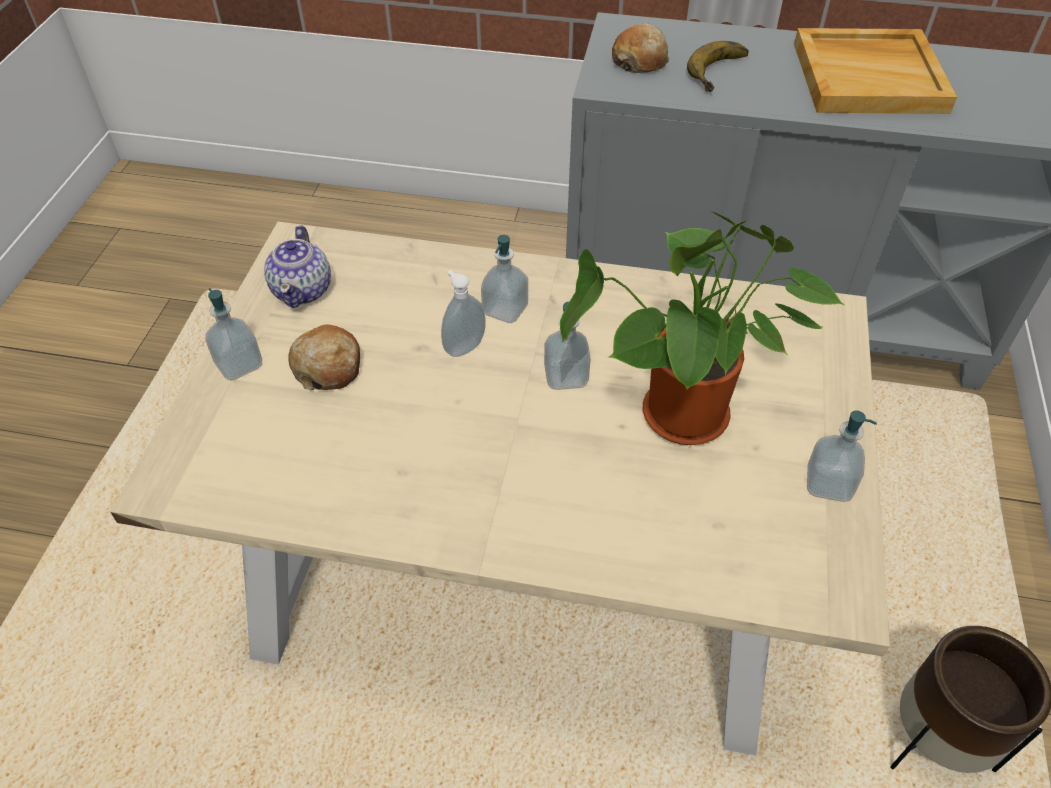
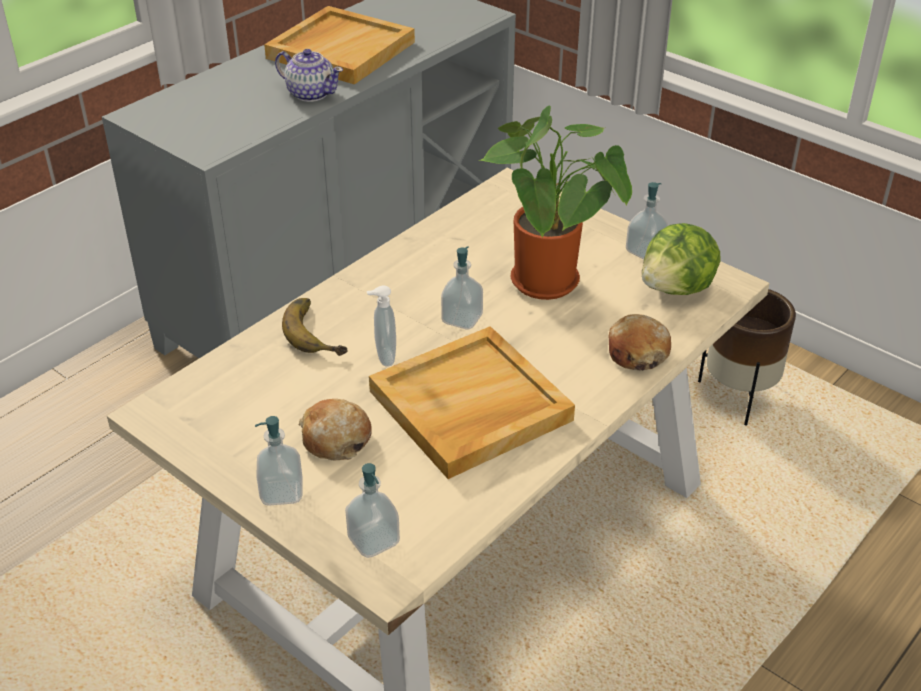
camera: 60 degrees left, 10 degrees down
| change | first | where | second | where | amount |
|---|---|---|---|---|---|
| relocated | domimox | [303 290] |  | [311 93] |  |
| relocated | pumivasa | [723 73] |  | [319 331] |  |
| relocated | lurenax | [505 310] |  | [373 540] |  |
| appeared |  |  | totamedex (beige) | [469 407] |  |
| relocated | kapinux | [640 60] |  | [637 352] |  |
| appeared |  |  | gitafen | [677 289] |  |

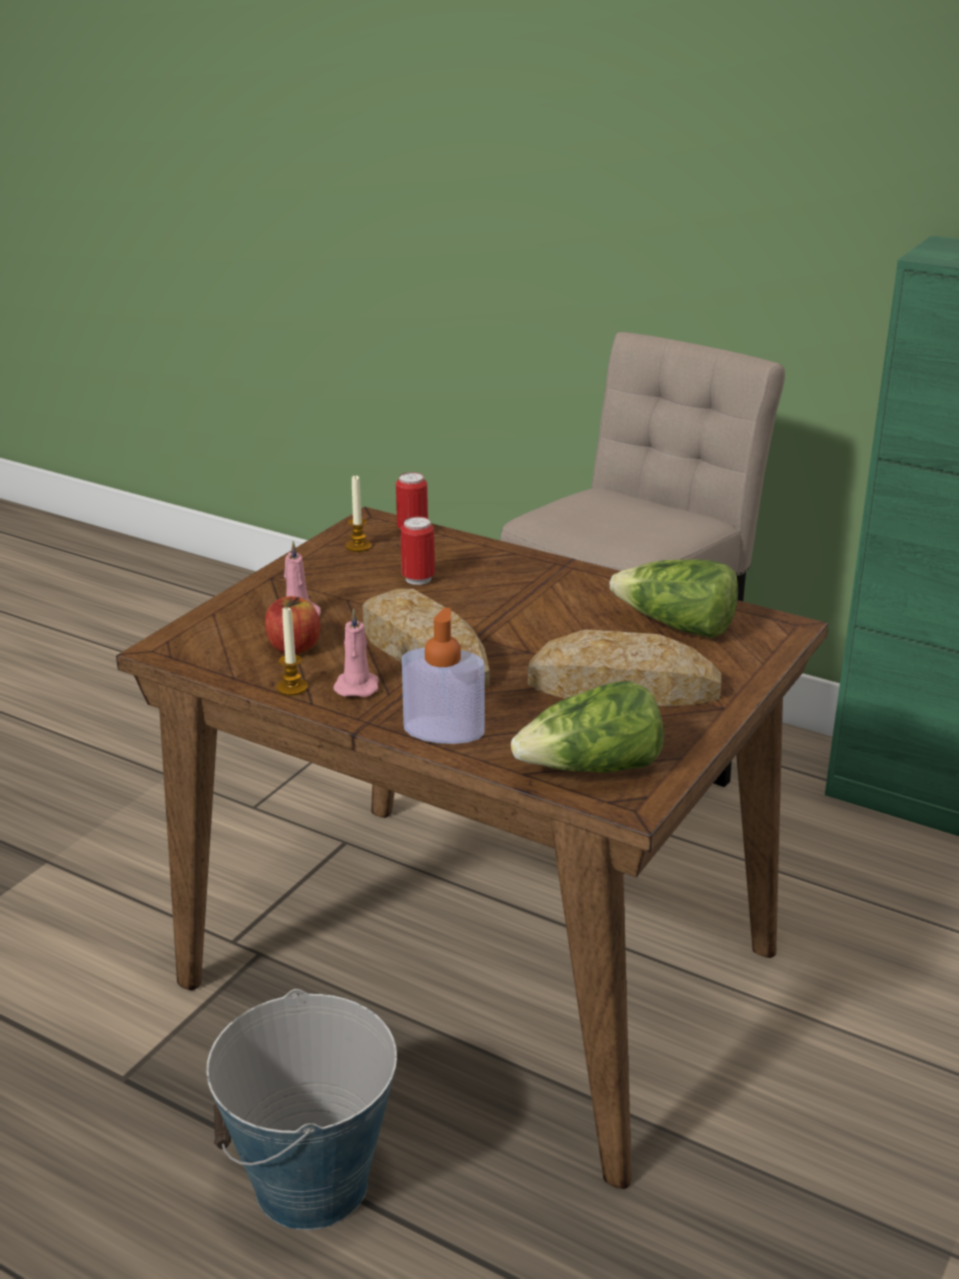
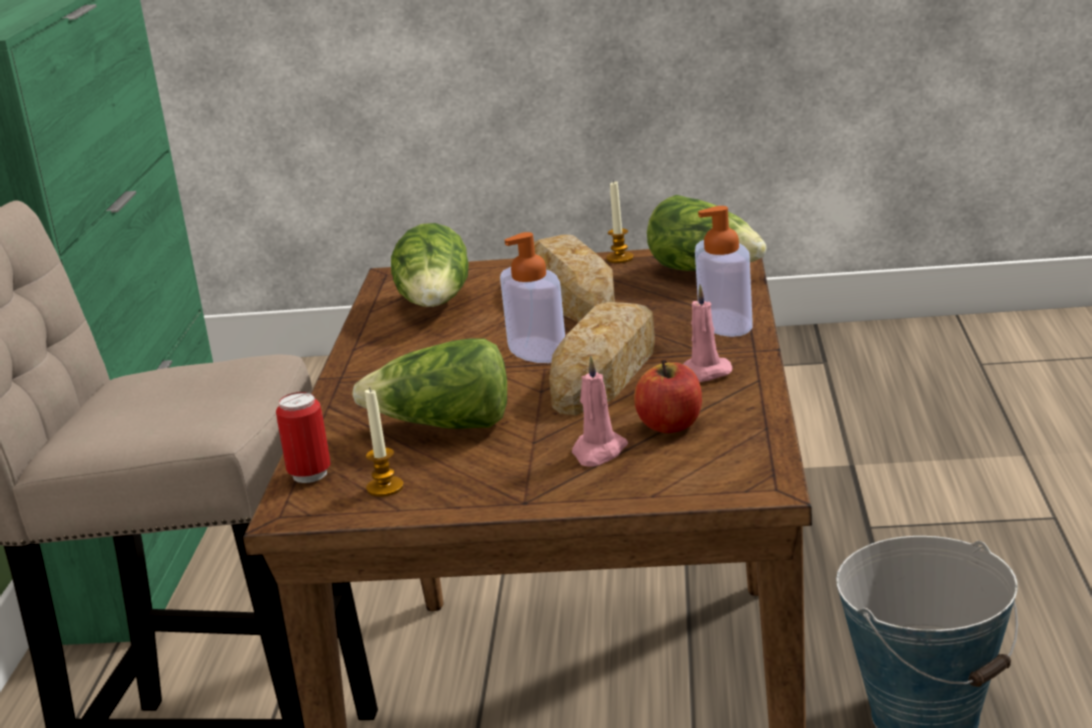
camera: 115 degrees left, 5 degrees down
| change | first | where | second | where | amount |
|---|---|---|---|---|---|
| exchanged | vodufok | [418 579] | gitafen | [444 426] |  |
| appeared |  |  | lurenax | [537 350] |  |
| relocated | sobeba | [292 688] |  | [620 258] |  |

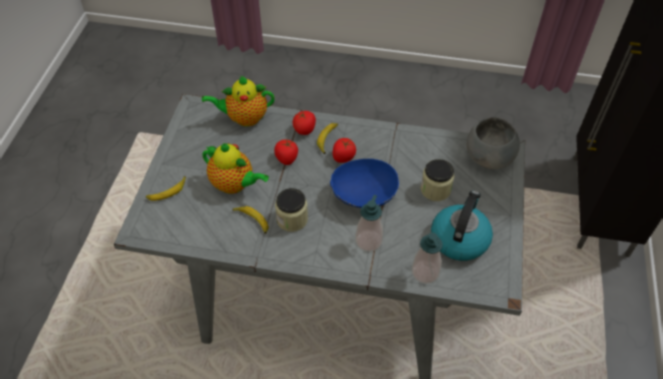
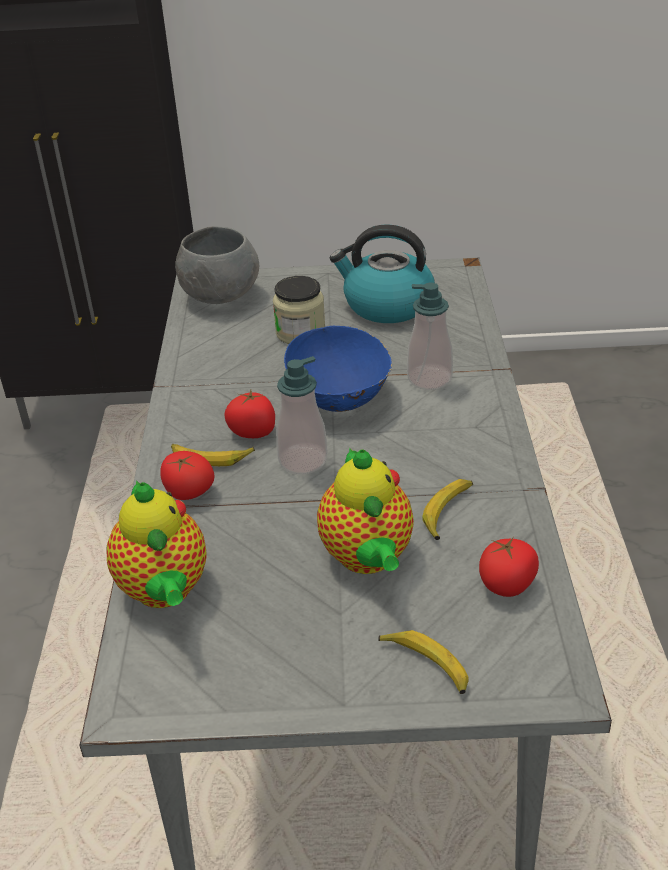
camera: 100 degrees left, 15 degrees down
| change | first | where | second | where | amount |
|---|---|---|---|---|---|
| relocated | lurenax | [425 272] |  | [303 460] |  |
| spun | domimox | [234 185] |  | [368 559] | 150 degrees clockwise |
| relocated | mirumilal | [286 158] |  | [507 584] |  |
| missing | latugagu | [292 219] |  |  |  |

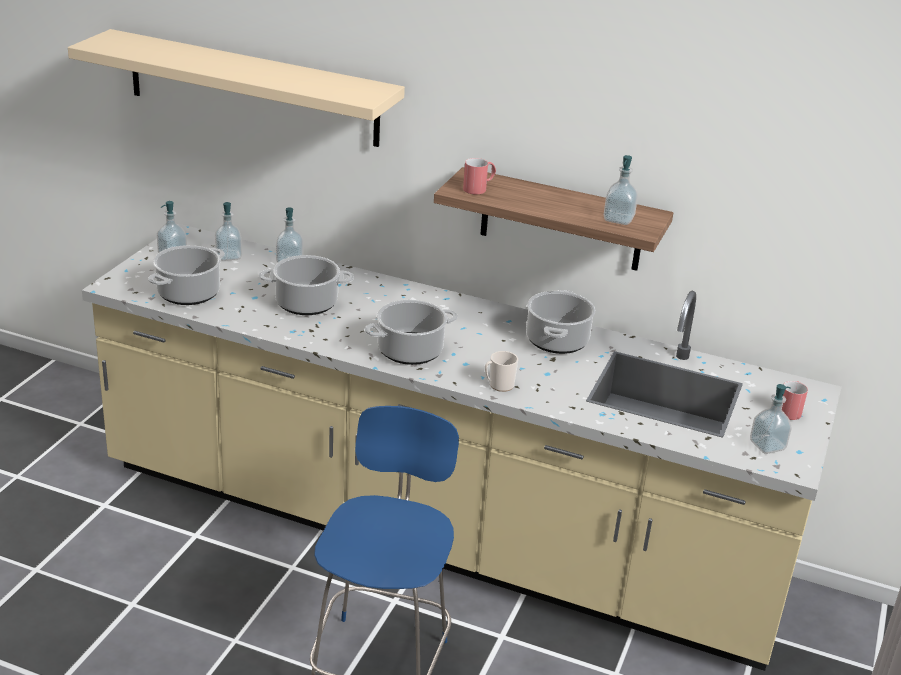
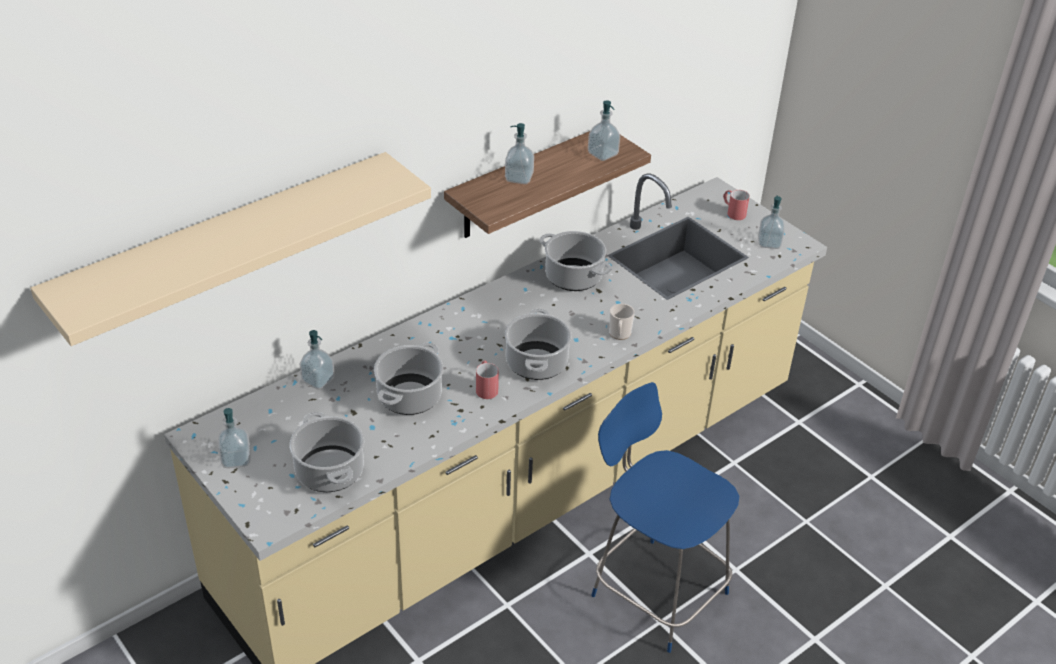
camera: 60 degrees left, 10 degrees up
| change | first | where | second | where | amount |
|---|---|---|---|---|---|
| relocated | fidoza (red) | [479 188] |  | [486 387] |  |
| relocated | lurenax | [228 256] |  | [519 178] |  |

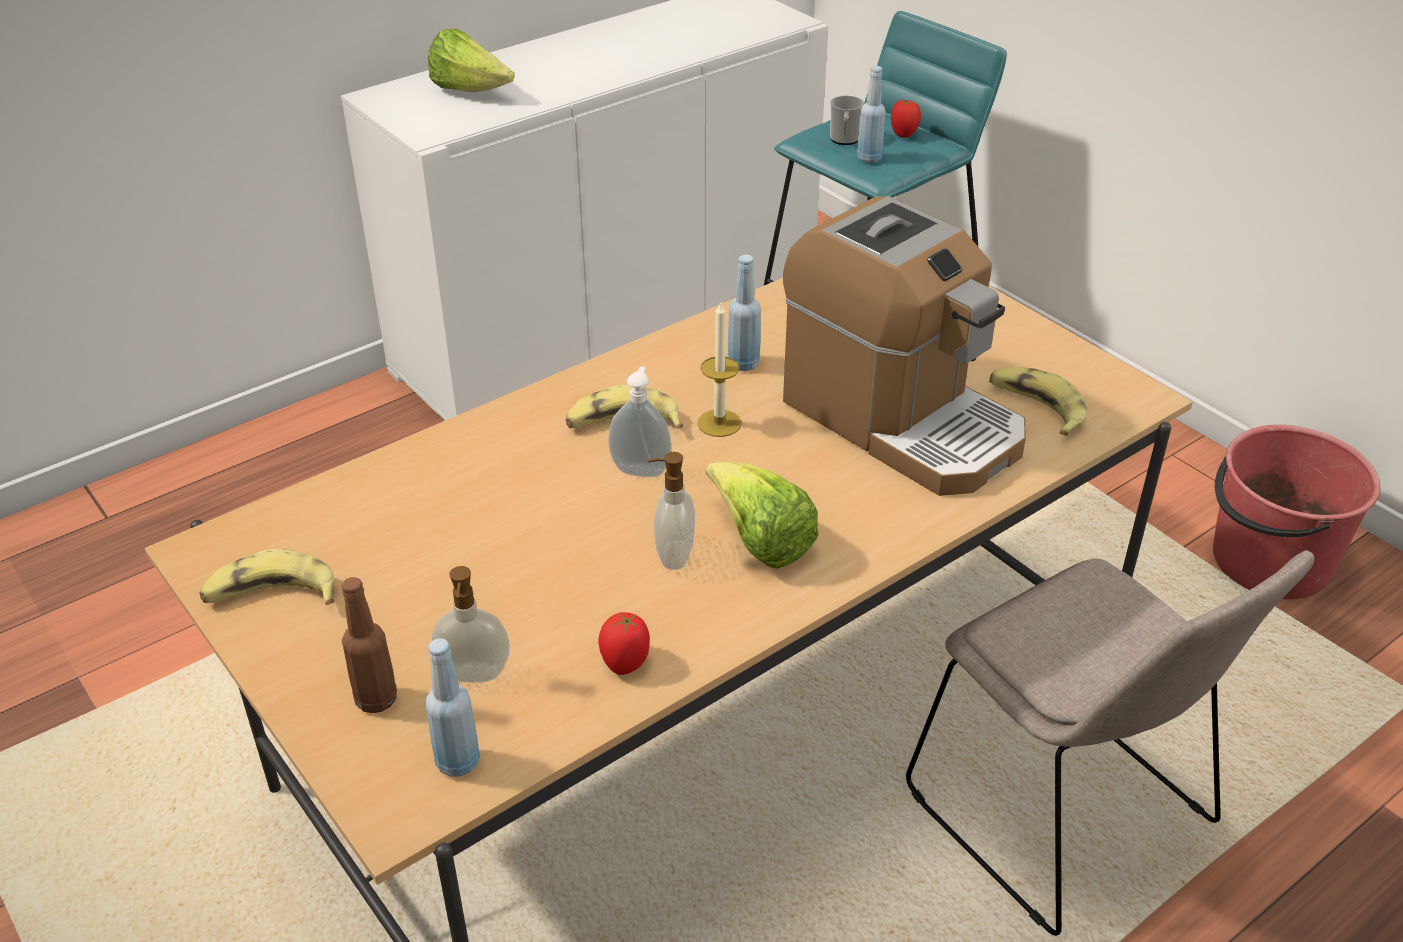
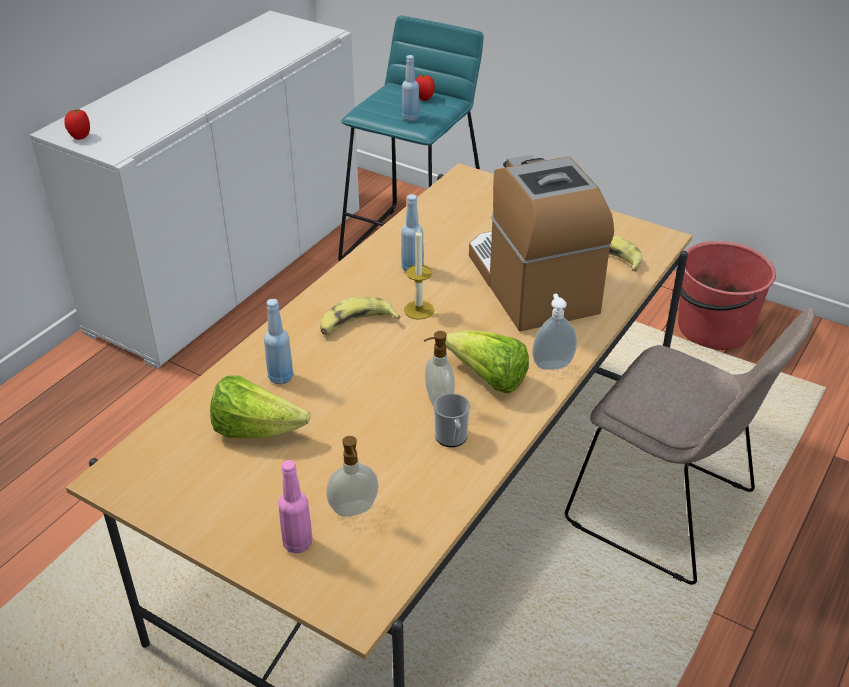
camera: 20 degrees left, 0 degrees up
| change | first | where | second | where | amount |
|---|---|---|---|---|---|
| relocated | mirumilal | [625 663] |  | [80 136] |  |
| relocated | gitafen | [470 91] |  | [256 430] |  |
| relocated | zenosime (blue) | [457 762] |  | [280 377] |  |
| colour | zenosime (brown) | [376 699] | zenosime (pink) | [297 543] |  |
| relocated | fidoza | [844 140] |  | [452 439] |  |
| spun | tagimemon | [901 420] |  | [531 283] | 135 degrees counterclockwise |
| relocated | lurenax | [641 469] |  | [552 364] |  |
| missing | pumivasa | [271 595] |  |  |  |

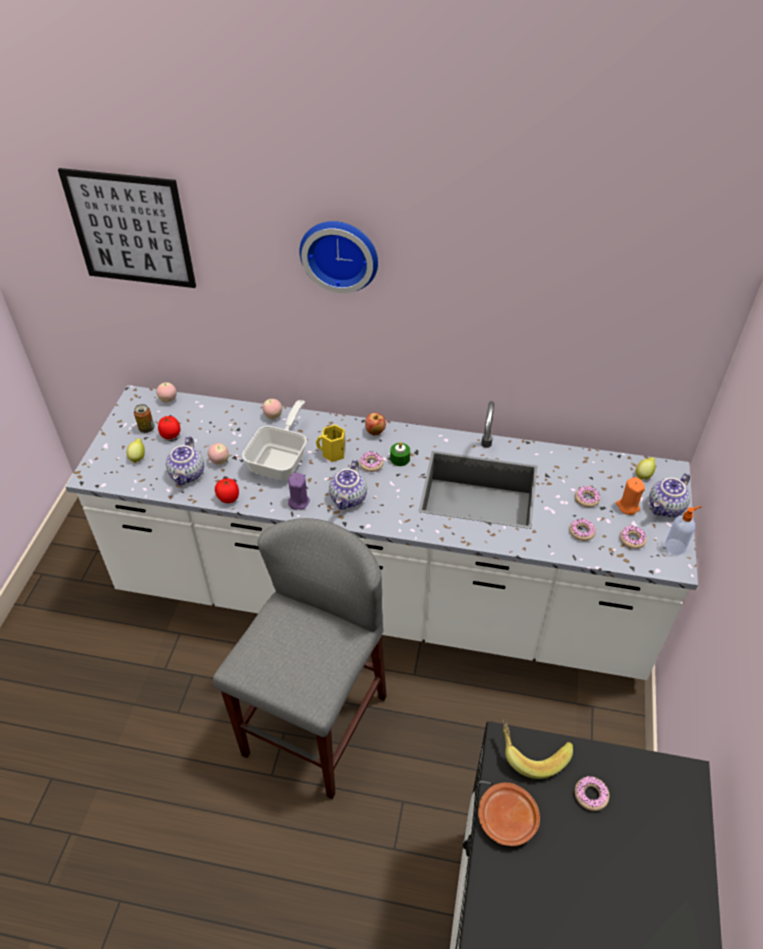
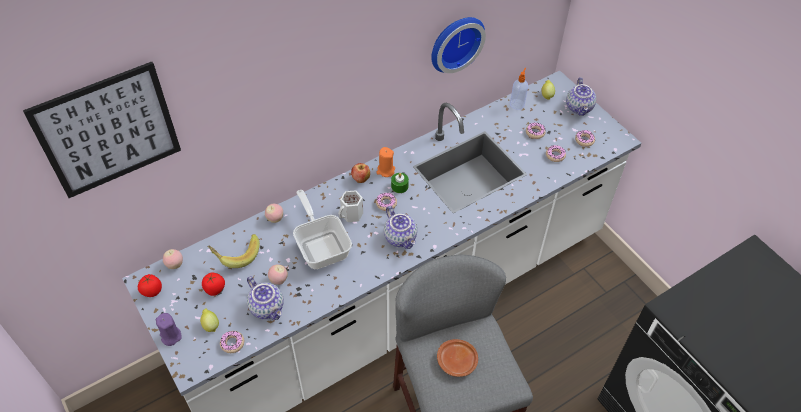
camera: 45 degrees left, 5 degrees up
| change | first | where | second | where | amount |
|---|---|---|---|---|---|
| relocated | mirumilal | [228 498] |  | [152 292] |  |
| relocated | sobeba (purple) | [298 501] |  | [171 336] |  |
| relocated | pumivasa | [532 752] |  | [236 254] |  |
| relocated | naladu | [591 795] |  | [232 343] |  |
| colour | fidoza (yellow) | [333 453] | fidoza (white) | [351 215] |  |
| relocated | sobeba (orange) | [627 506] |  | [385 170] |  |
| relocated | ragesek | [340 253] |  | [454 42] |  |
| relocated | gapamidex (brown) | [507 819] |  | [457 361] |  |
| relocated | lurenax | [675 546] |  | [517 104] |  |
| missing | vodufok | [146 428] |  |  |  |

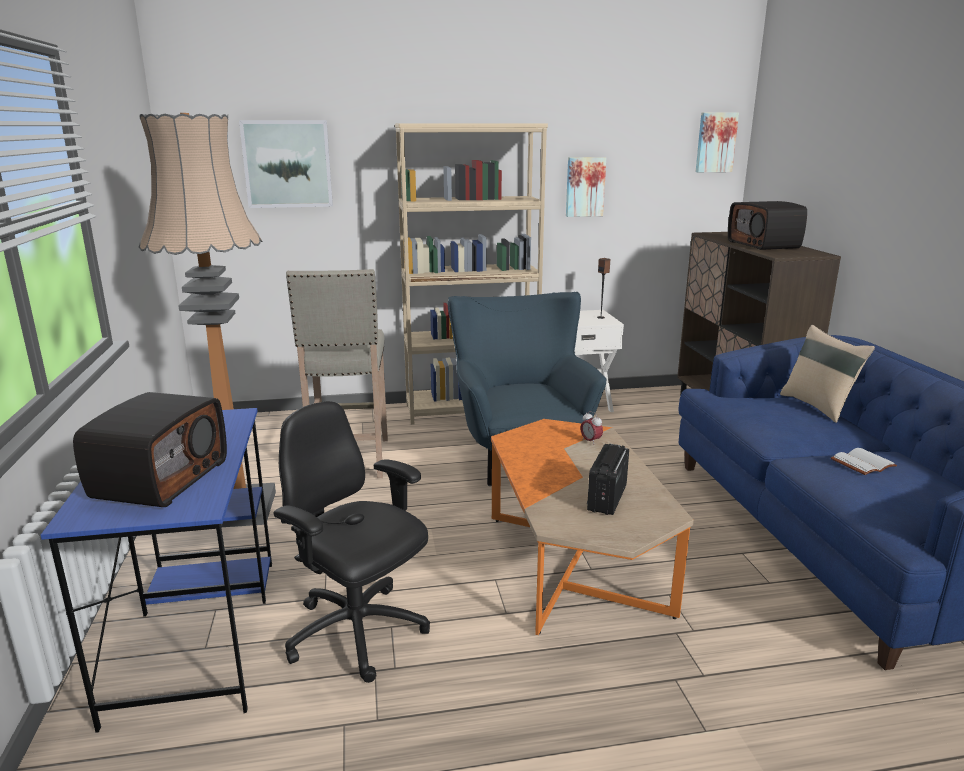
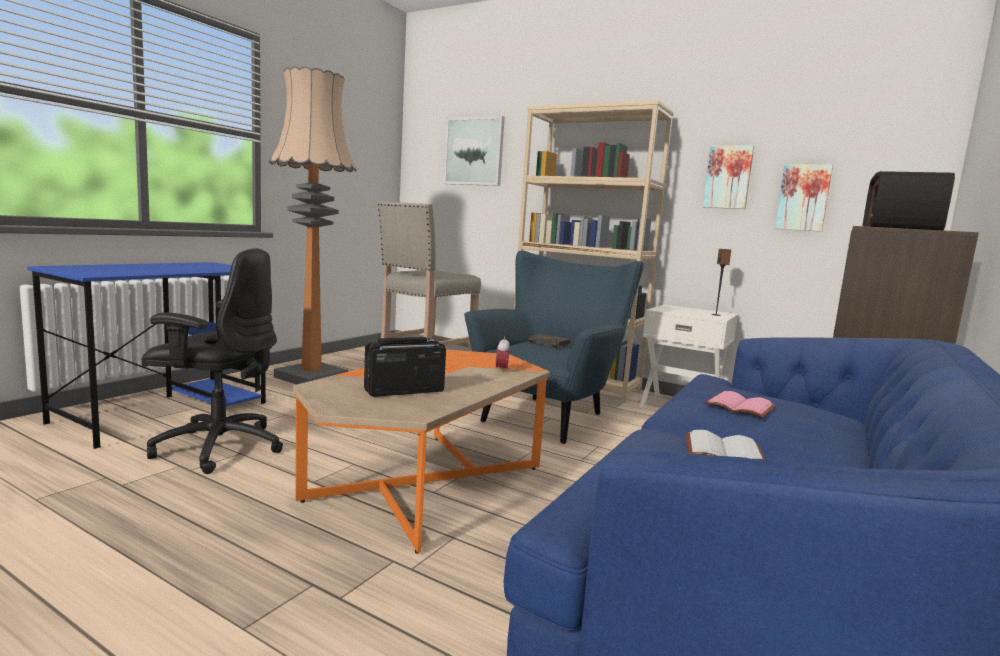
camera: 40 degrees right, 10 degrees down
| change | first | where | second | where | amount |
|---|---|---|---|---|---|
| spun | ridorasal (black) | [358 634] |  | [218 447] | 105 degrees clockwise |
| appeared |  |  | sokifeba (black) | [551 344] |  |
| appeared |  |  | sokifeba (pink) | [741 407] |  |
| relocated | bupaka | [715 142] |  | [803 197] |  |
| missing | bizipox | [160 479] |  |  |  |
| missing | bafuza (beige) | [818 406] |  |  |  |

